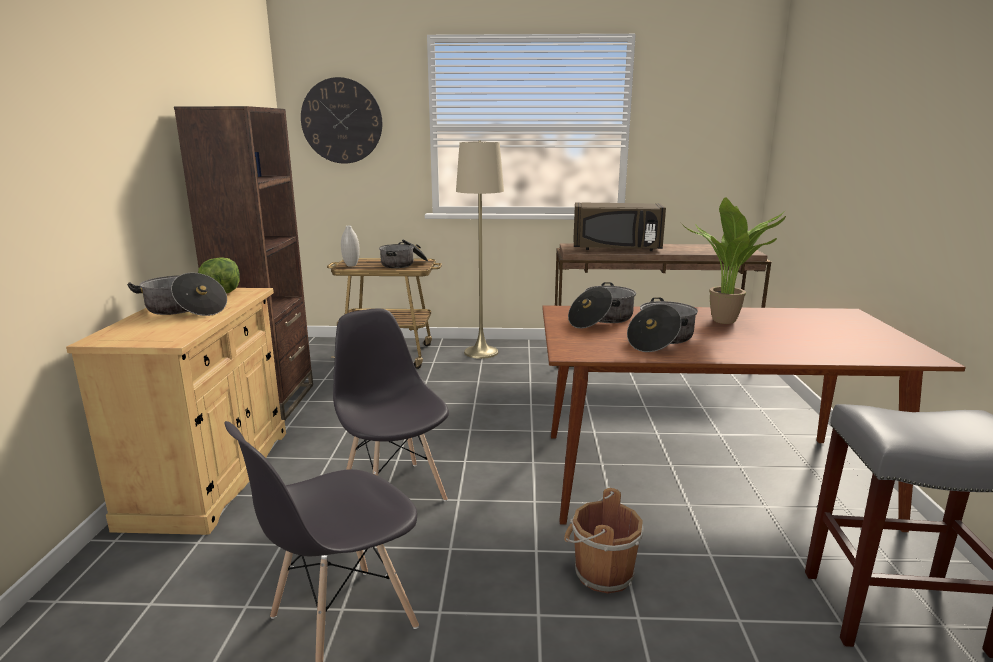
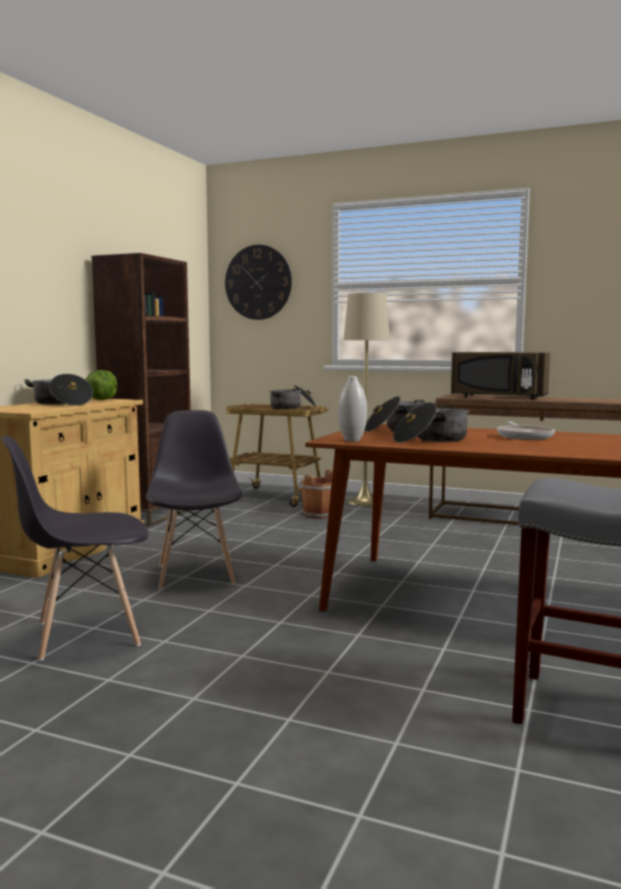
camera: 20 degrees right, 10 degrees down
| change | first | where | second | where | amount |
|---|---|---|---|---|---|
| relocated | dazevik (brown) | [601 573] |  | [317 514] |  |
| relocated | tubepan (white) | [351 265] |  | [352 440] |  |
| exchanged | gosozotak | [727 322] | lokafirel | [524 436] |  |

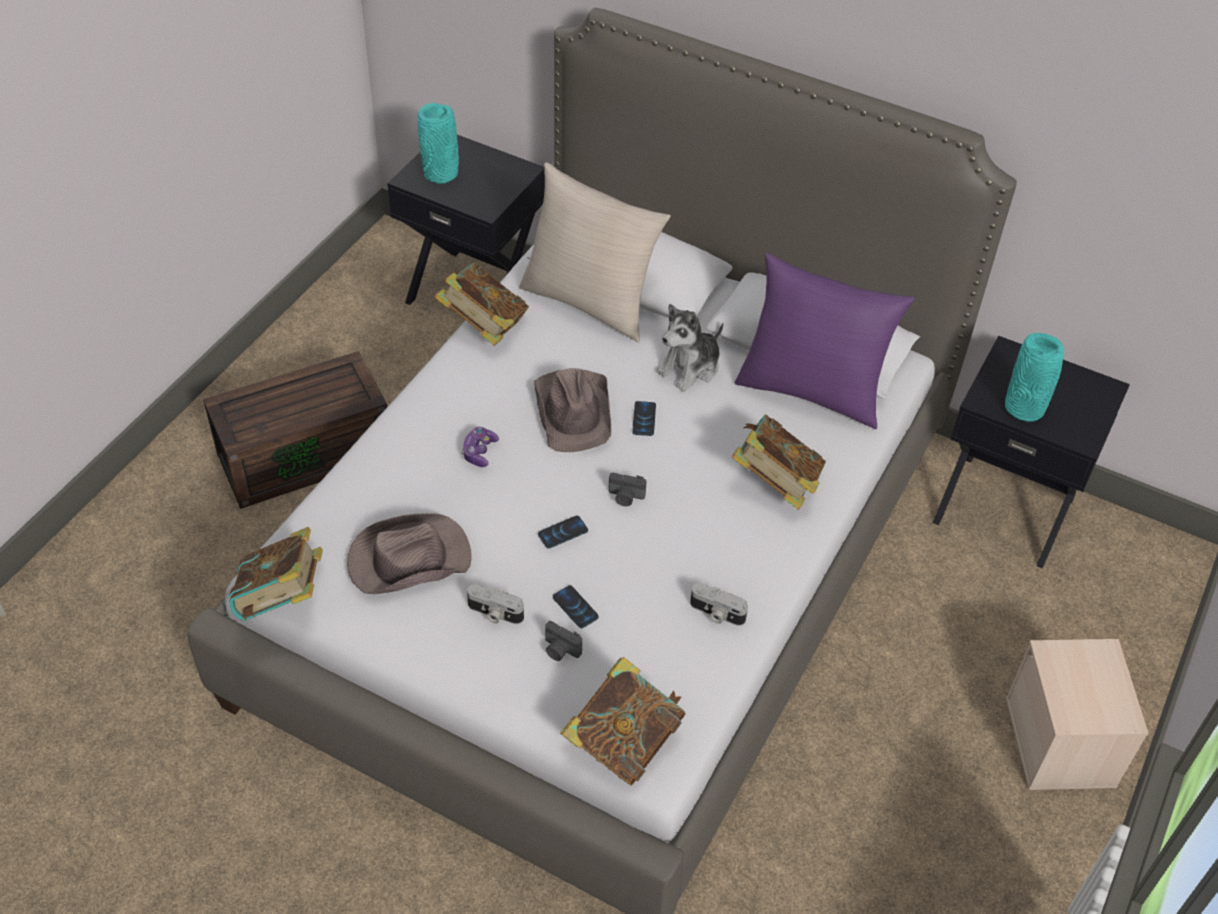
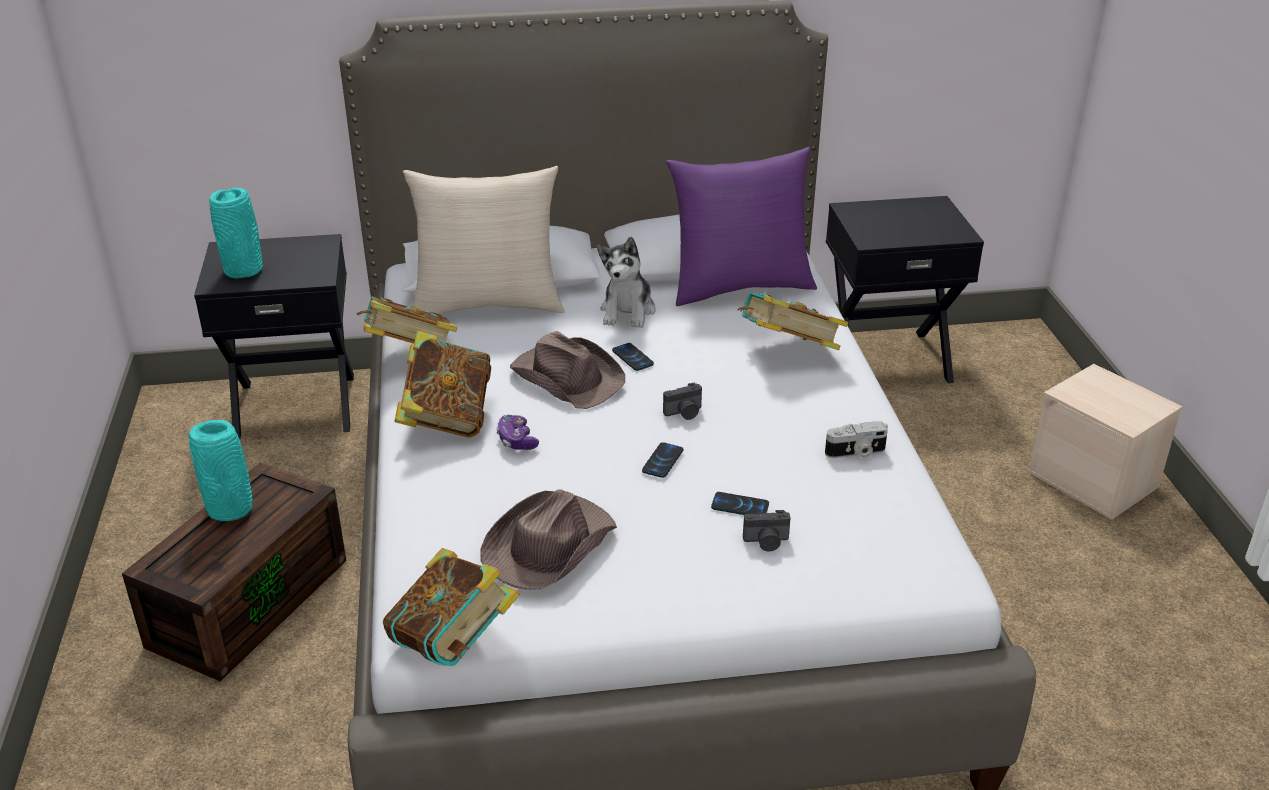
camera: 35 degrees left, 15 degrees down
| change | first | where | second | where | amount |
|---|---|---|---|---|---|
| relocated | tubepan (turquoise) | [1025 409] |  | [231 509] |  |
| relocated | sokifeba | [622 742] |  | [446 418] |  |
| missing | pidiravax | [494 614] |  |  |  |

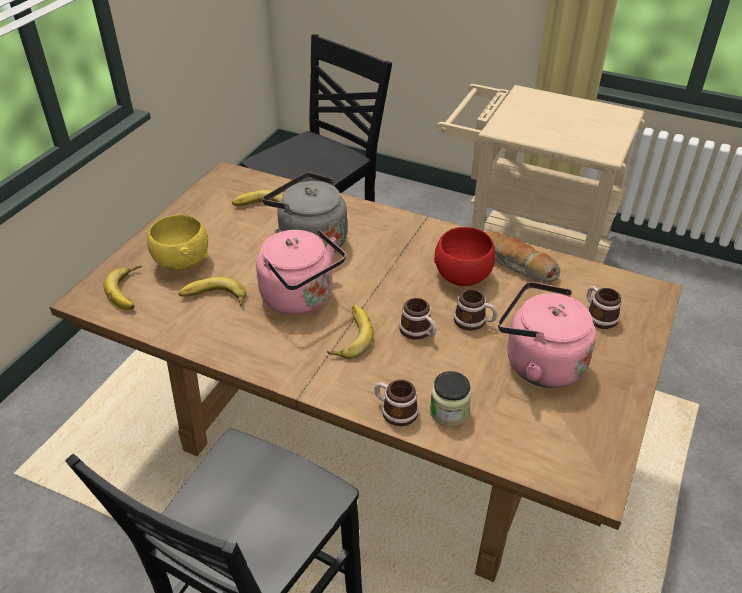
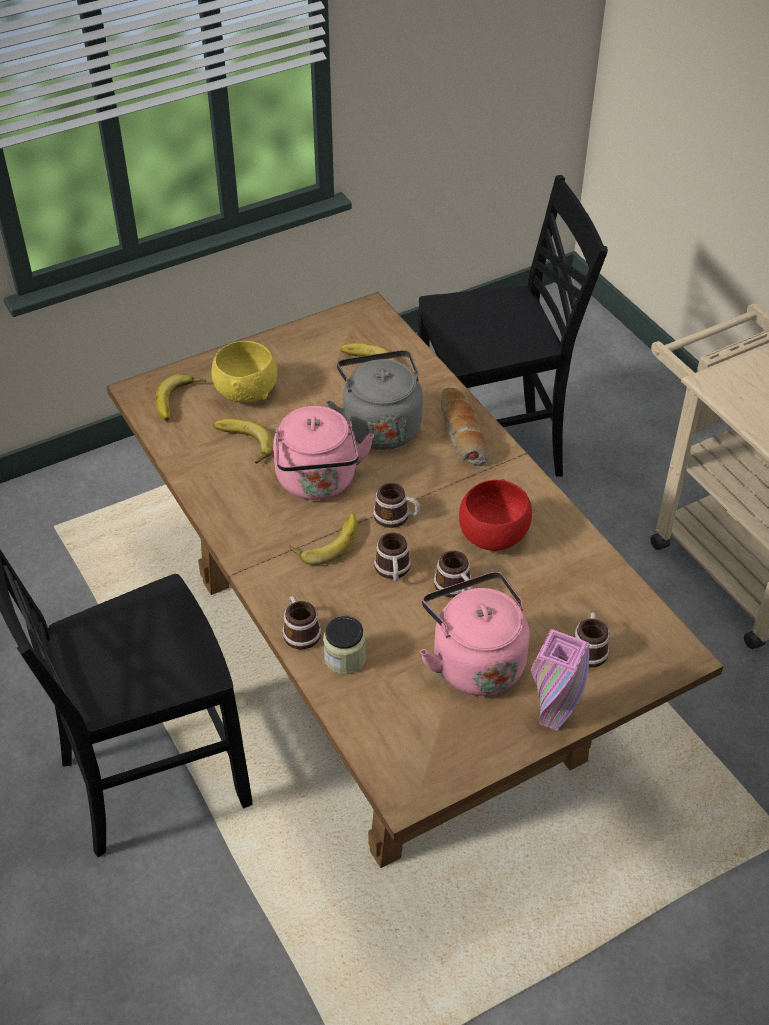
camera: 35 degrees right, 5 degrees up
| change | first | where | second | where | amount |
|---|---|---|---|---|---|
| appeared |  |  | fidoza | [396 517] |  |
| relocated | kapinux | [515 264] |  | [461 434] |  |
| appeared |  |  | tubepan (pink) | [551 720] |  |

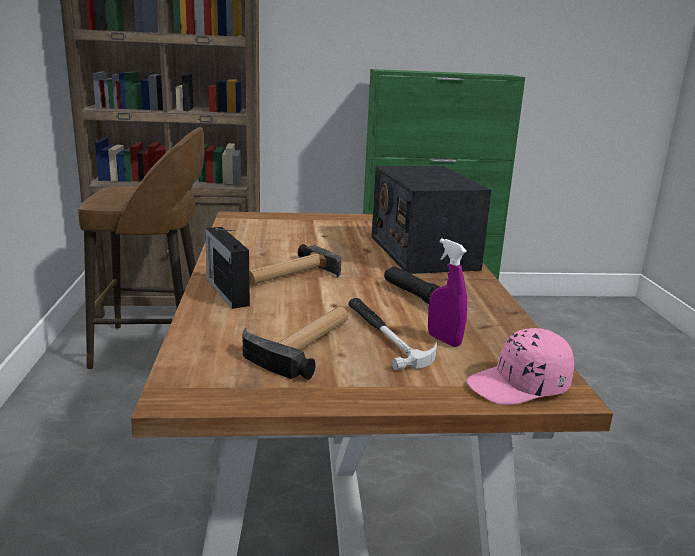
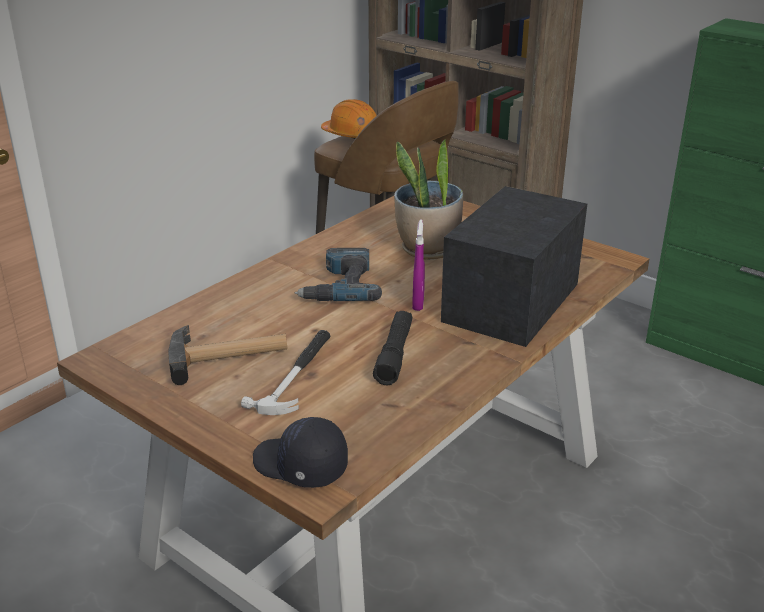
camera: 45 degrees right, 10 degrees up
| change | first | where | second | where | amount |
|---|---|---|---|---|---|
| colour | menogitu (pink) | [519 386] | menogitu (black) | [300 466] |  |
| exchanged | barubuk | [291 275] | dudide | [339 285] |  |
| appeared |  |  | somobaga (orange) | [352 135] |  |
| appeared |  |  | gosozotak | [428 249] |  |
| relocated | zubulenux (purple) | [444 340] |  | [418 303] |  |
| missing | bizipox | [227 291] |  |  |  |

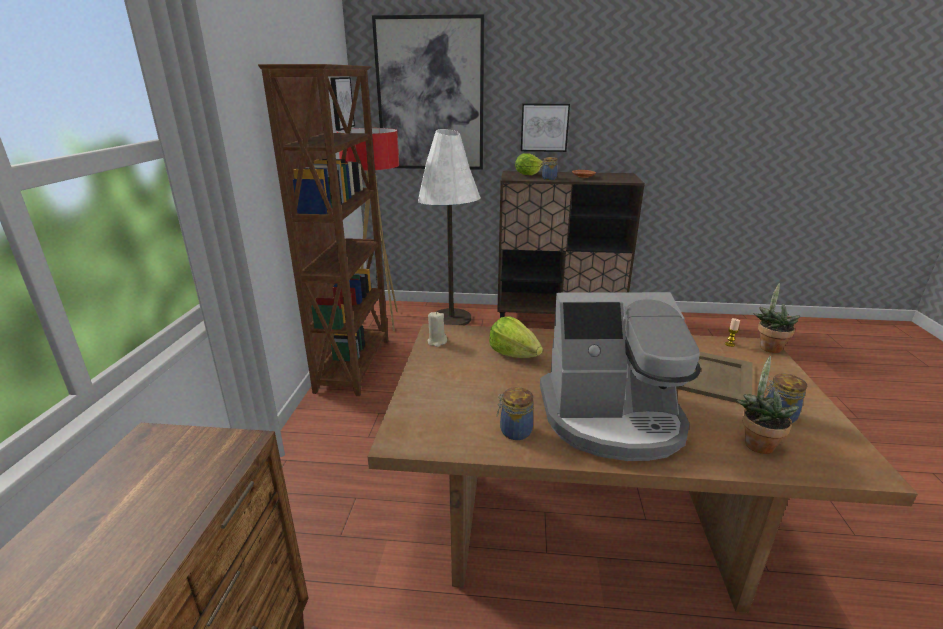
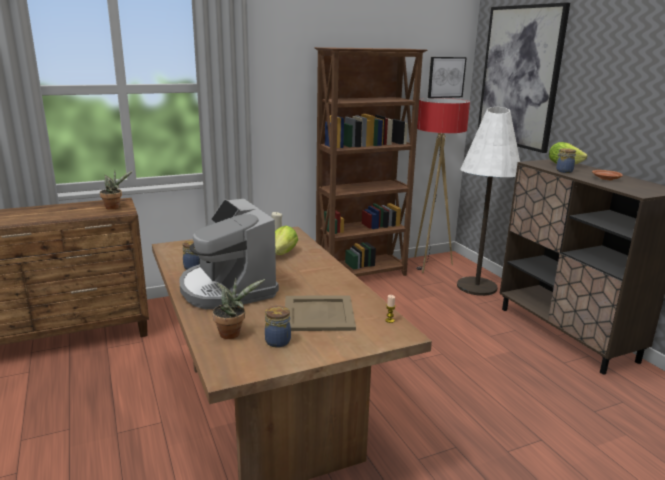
camera: 60 degrees right, 5 degrees down
| change | first | where | second | where | amount |
|---|---|---|---|---|---|
| relocated | gosozotak | [768 346] |  | [114 207] |  |
| missing | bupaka | [544 127] |  |  |  |

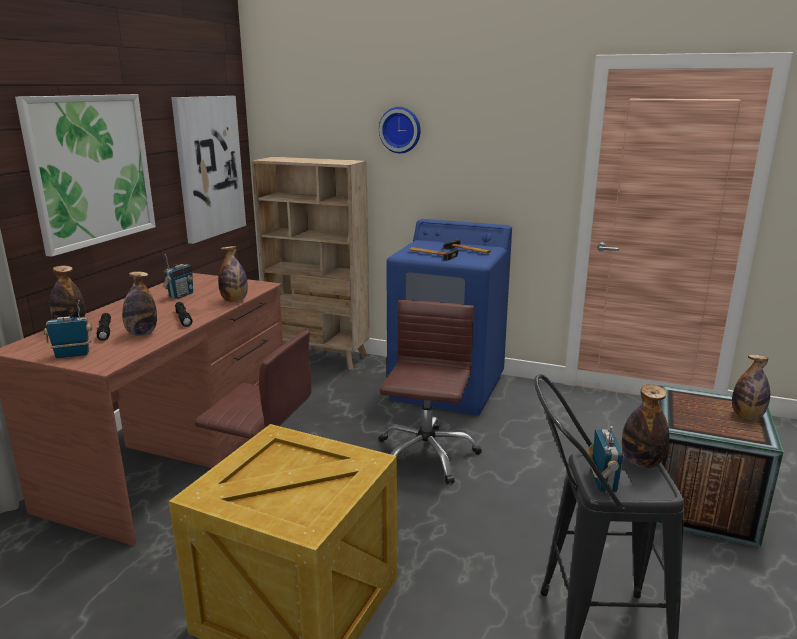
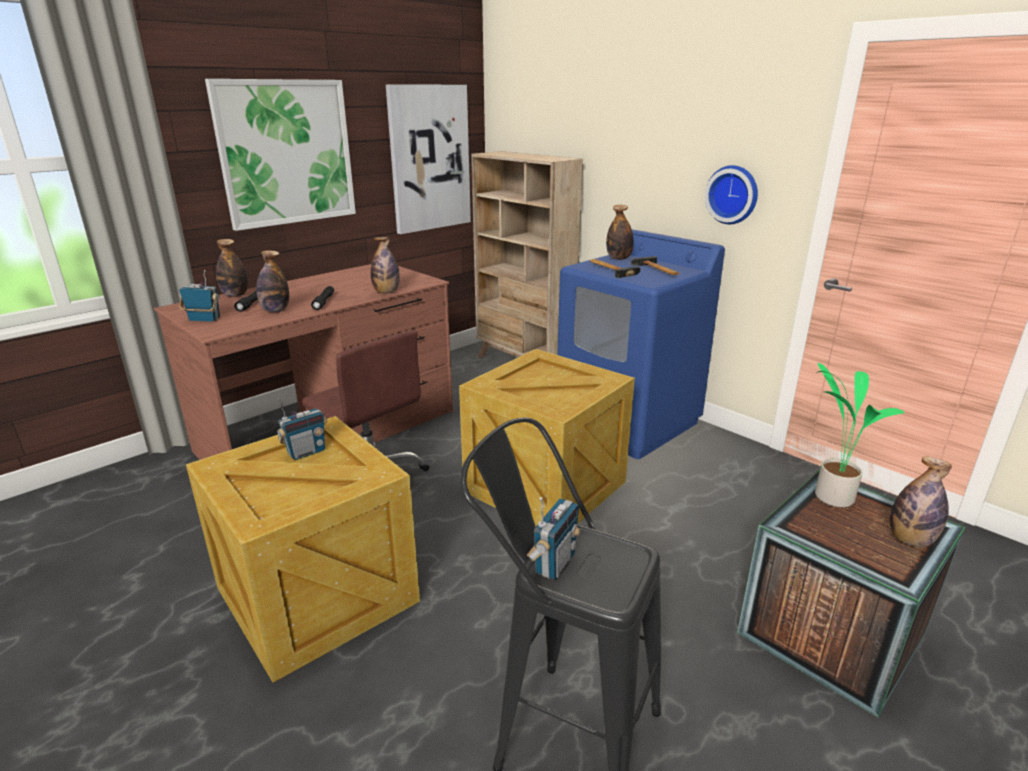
camera: 25 degrees right, 5 degrees up
| change | first | where | second | where | amount |
|---|---|---|---|---|---|
| relocated | bizipox | [181 295] |  | [306 452] |  |
| exchanged | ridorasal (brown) | [425 454] | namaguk | [548 486] |  |
| relocated | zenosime | [641 462] |  | [619 258] |  |
| relocated | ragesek | [400 130] |  | [733 194] |  |
| appeared |  |  | gosozotak | [831 496] |  |

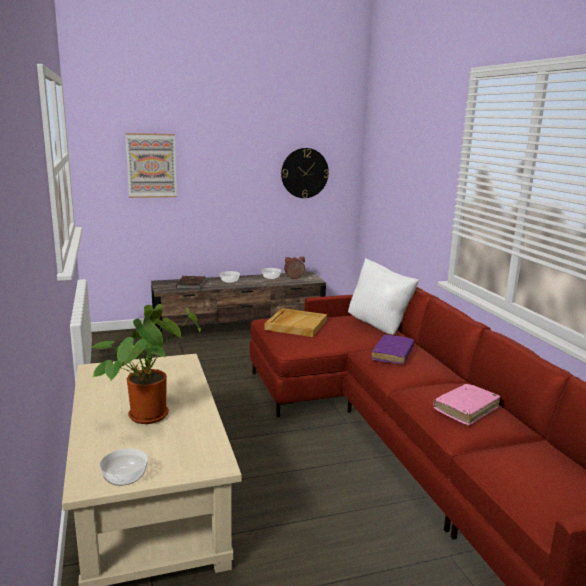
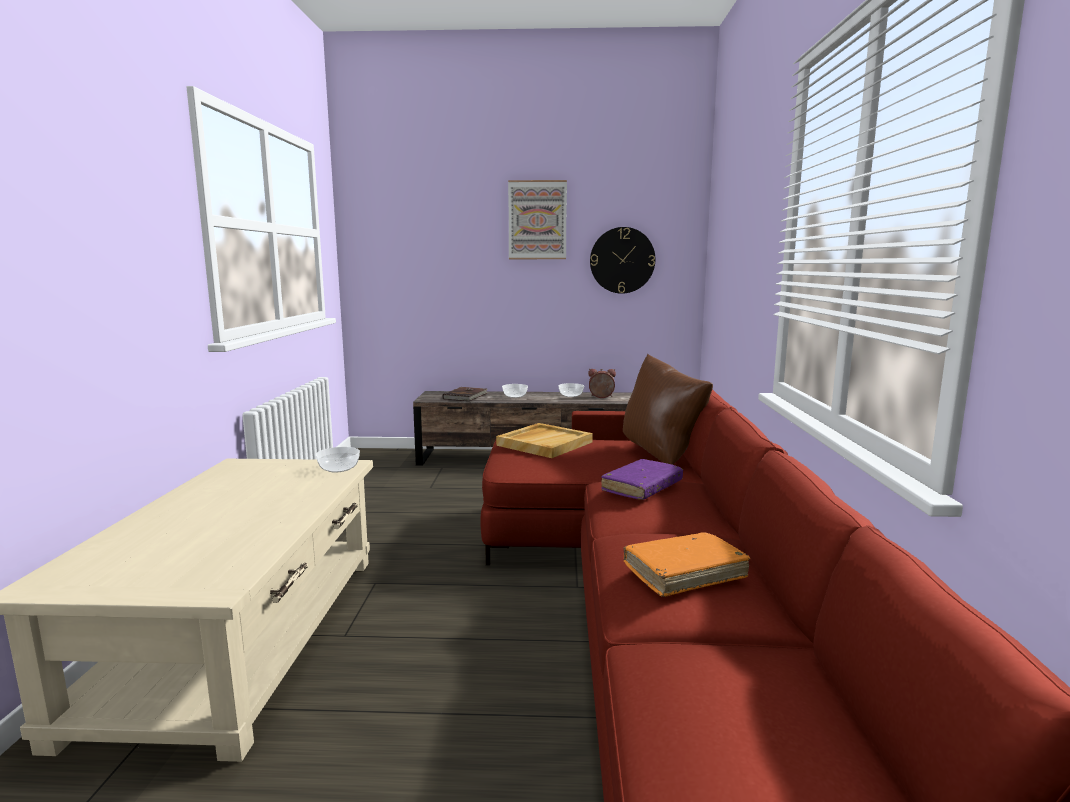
camera: 20 degrees right, 5 degrees down
| change | first | where | second | where | amount |
|---|---|---|---|---|---|
| relocated | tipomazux | [125 477] |  | [338 468] |  |
| relocated | bupaka | [151 165] |  | [537 220] |  |
| colour | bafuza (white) | [379 326] | bafuza (brown) | [662 455] |  |
| colour | sokifeba (pink) | [466 409] | sokifeba (orange) | [684 573] |  |
| missing | gosozotak | [149 413] |  |  |  |

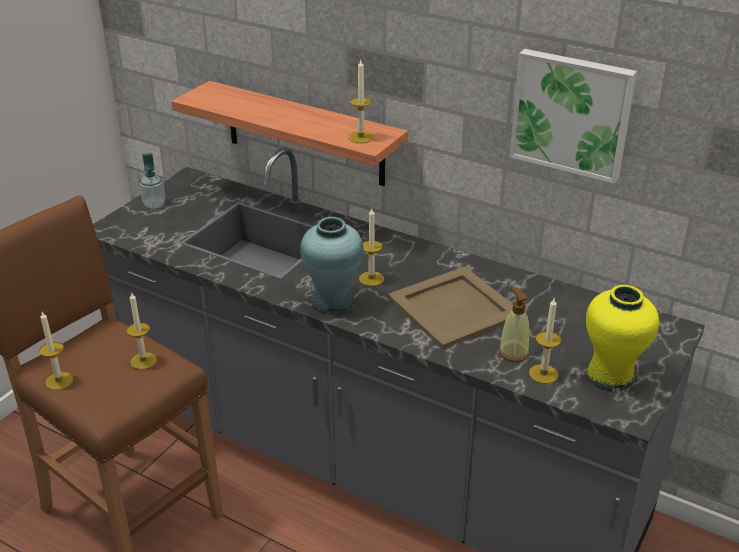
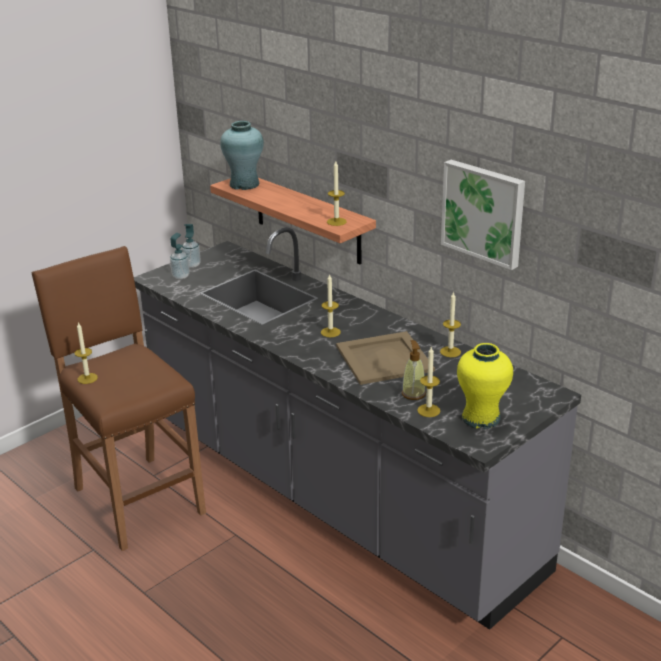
camera: 15 degrees right, 5 degrees down
| change | first | where | second | where | amount |
|---|---|---|---|---|---|
| appeared |  |  | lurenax | [181 276] |  |
| relocated | tubepan (turquoise) | [333 301] |  | [244 184] |  |
| relocated | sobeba | [143 361] |  | [450 352] |  |

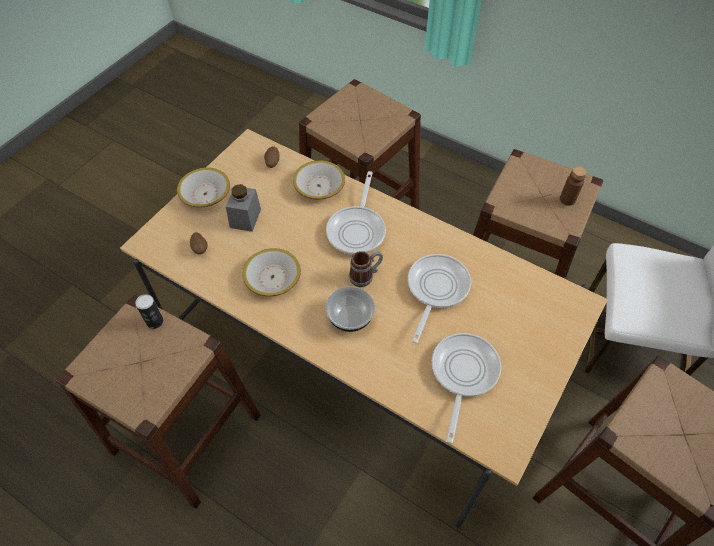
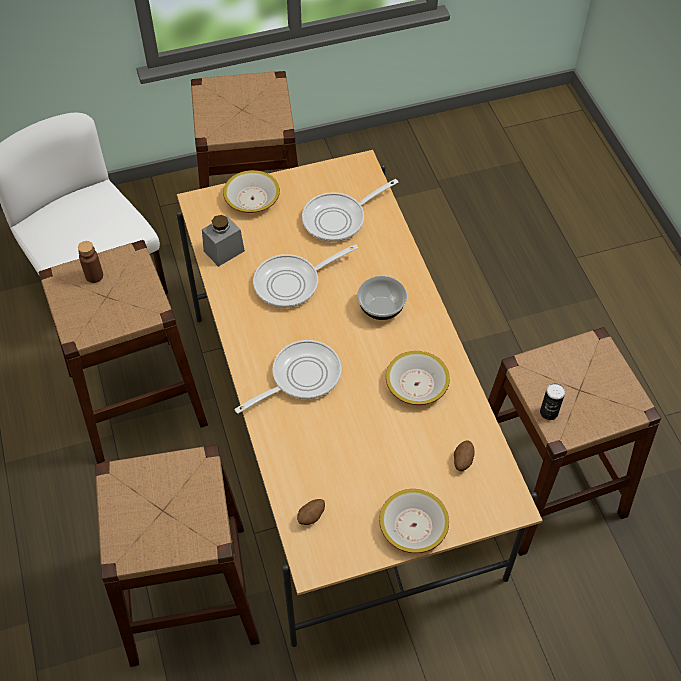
camera: 140 degrees left, 0 degrees up
| change | first | where | second | where | amount |
|---|---|---|---|---|---|
| relocated | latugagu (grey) | [245 218] |  | [224 251] |  |
| relocated | tipomazux | [319 186] |  | [252 199] |  |
| missing | fidoza | [365 275] |  |  |  |

